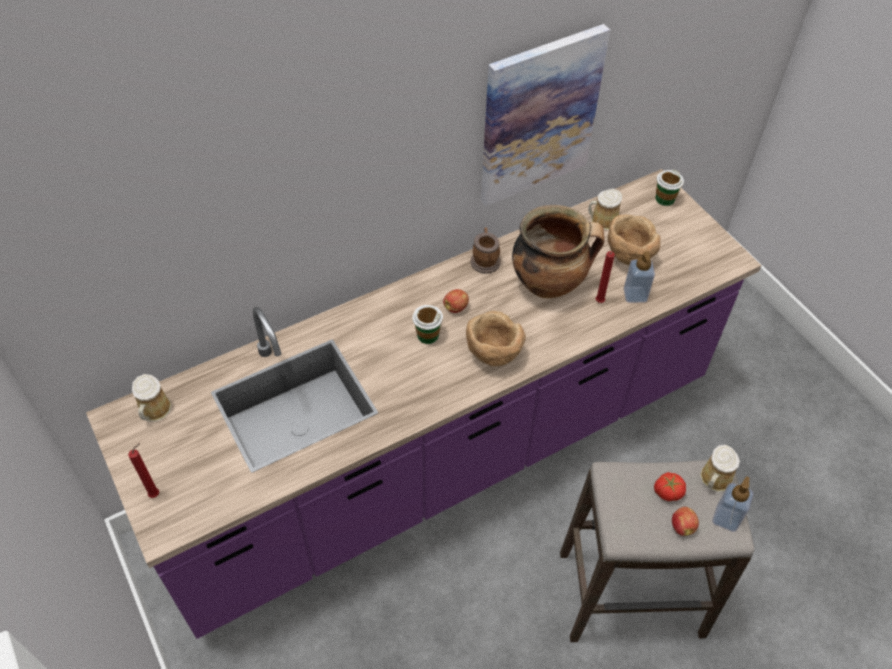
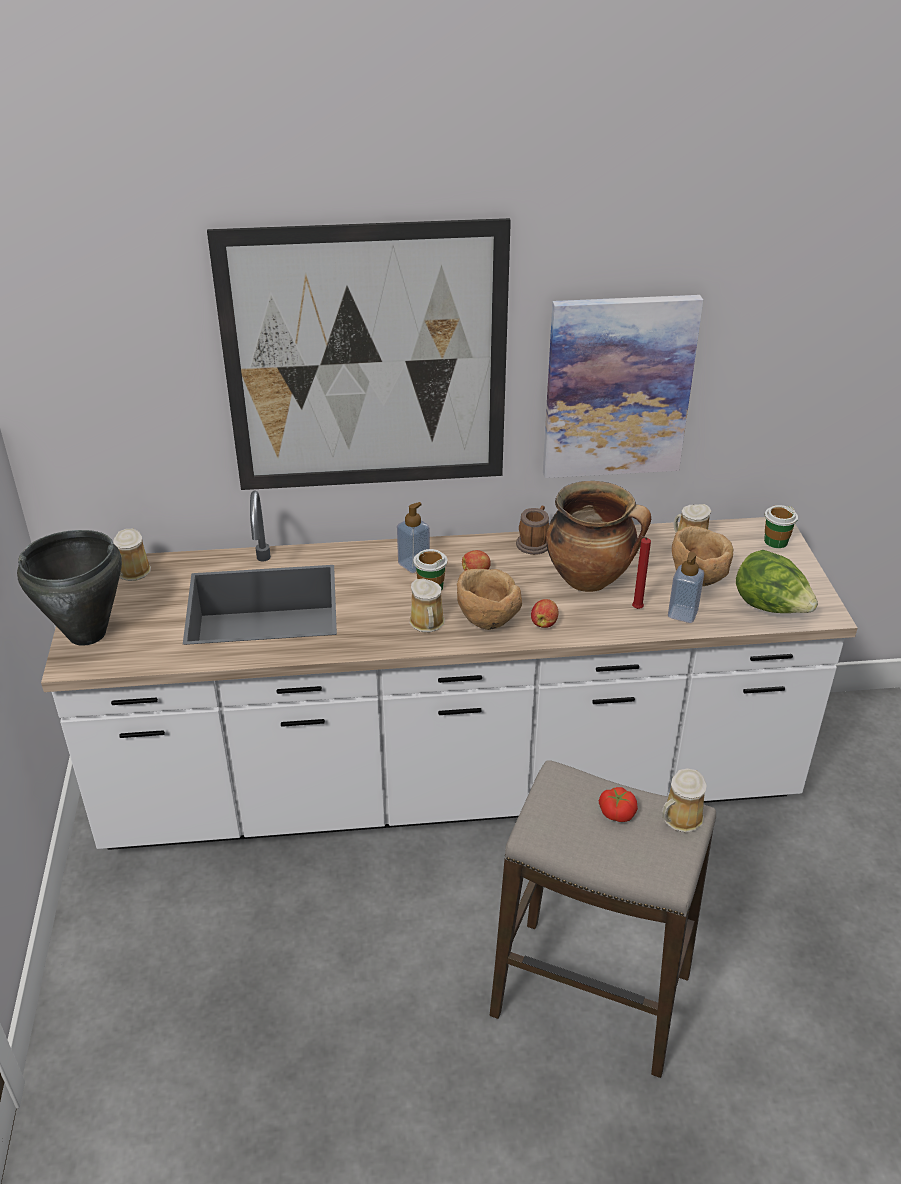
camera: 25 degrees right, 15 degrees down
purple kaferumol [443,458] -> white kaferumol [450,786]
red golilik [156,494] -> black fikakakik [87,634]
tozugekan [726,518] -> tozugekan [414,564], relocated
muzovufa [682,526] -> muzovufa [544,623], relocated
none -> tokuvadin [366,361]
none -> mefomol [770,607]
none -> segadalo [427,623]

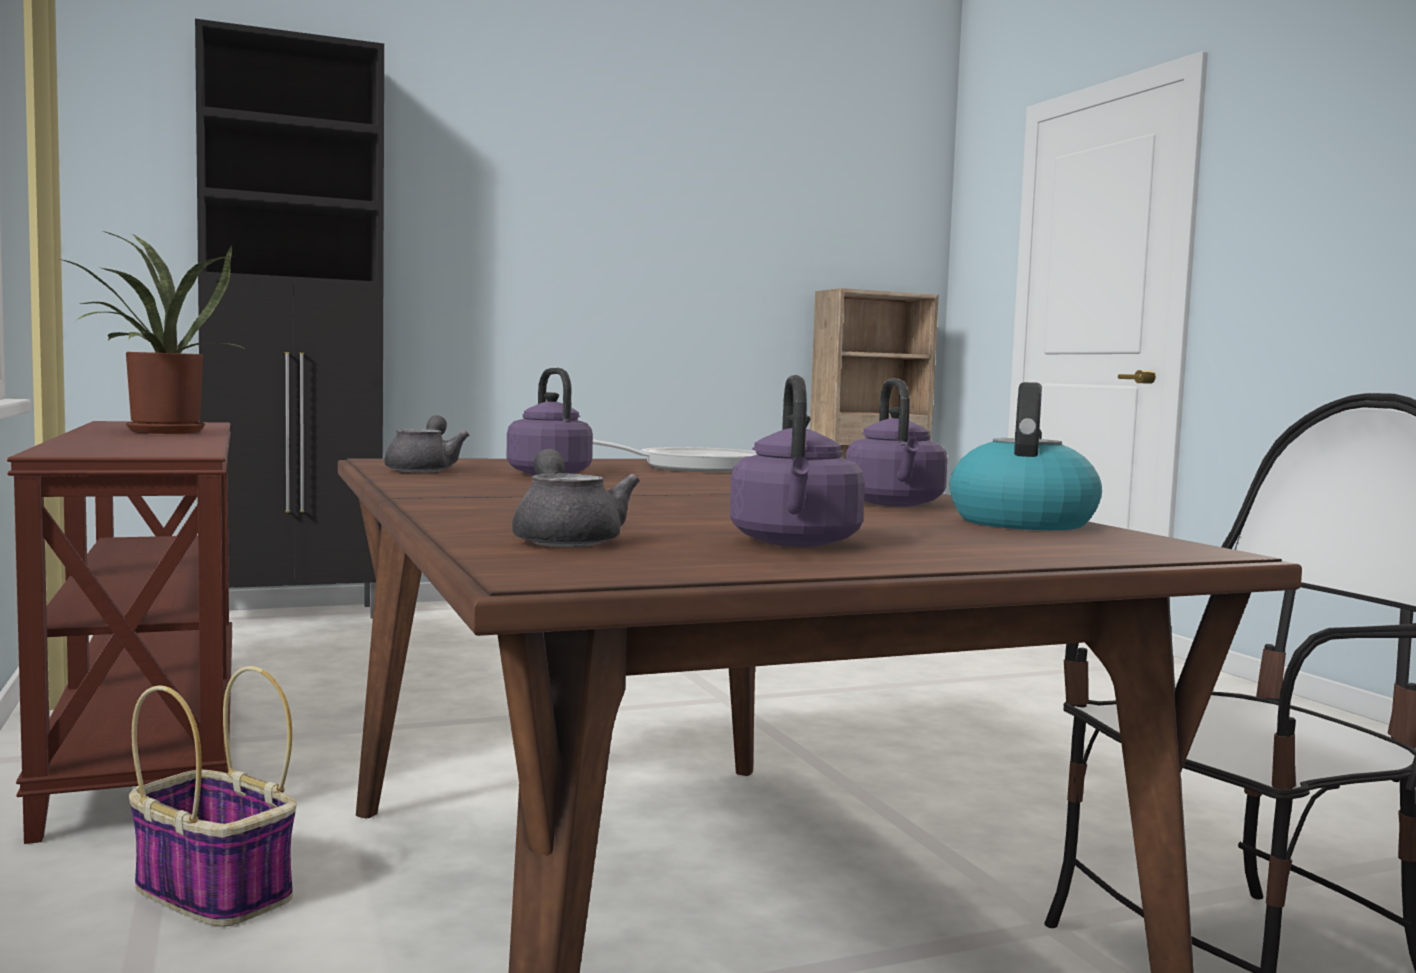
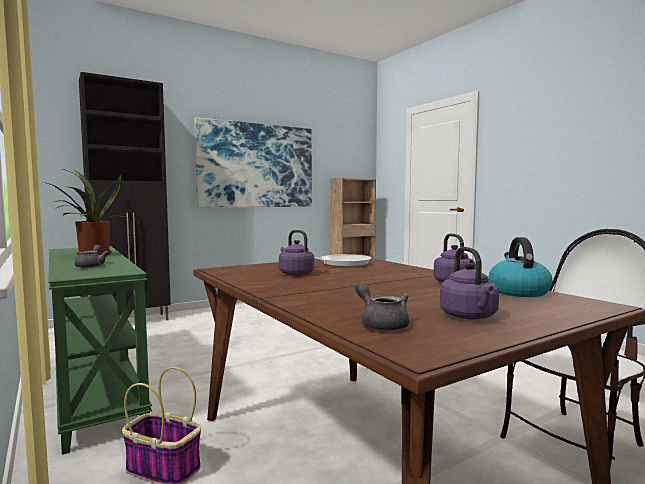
camera: 10 degrees left, 0 degrees up
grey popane [424,469] -> grey popane [92,266], relocated
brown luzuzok [146,732] -> green luzuzok [93,387]
none -> tokuvadin [256,165]

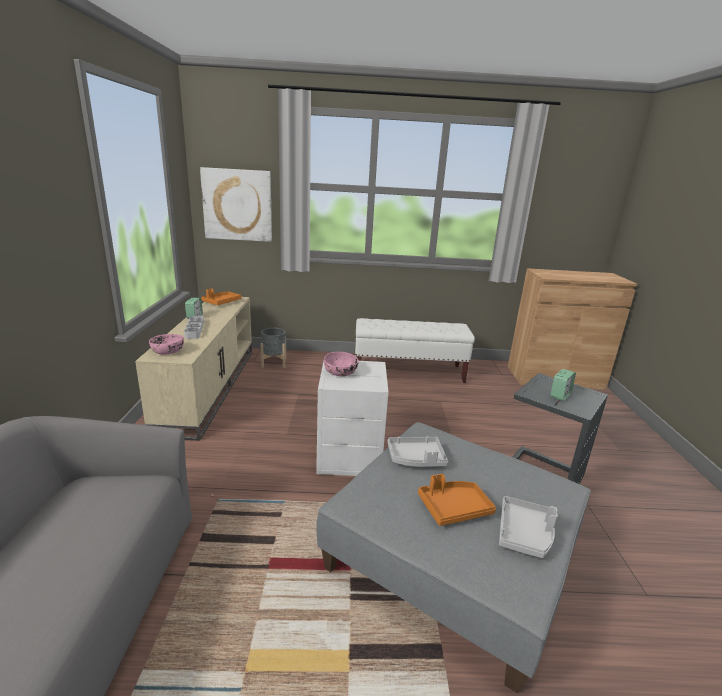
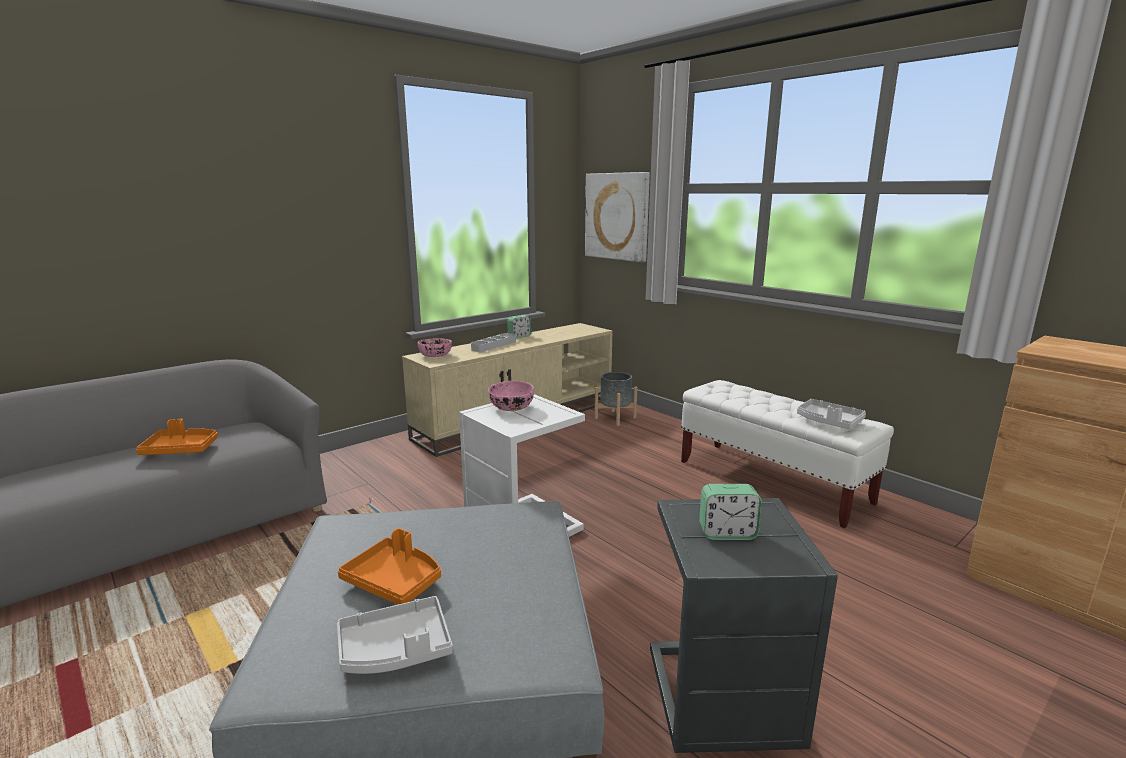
camera: 50 degrees right, 5 degrees down
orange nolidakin [221,302] -> orange nolidakin [181,449], relocated
grey nolidakin [416,458] -> grey nolidakin [828,422], relocated

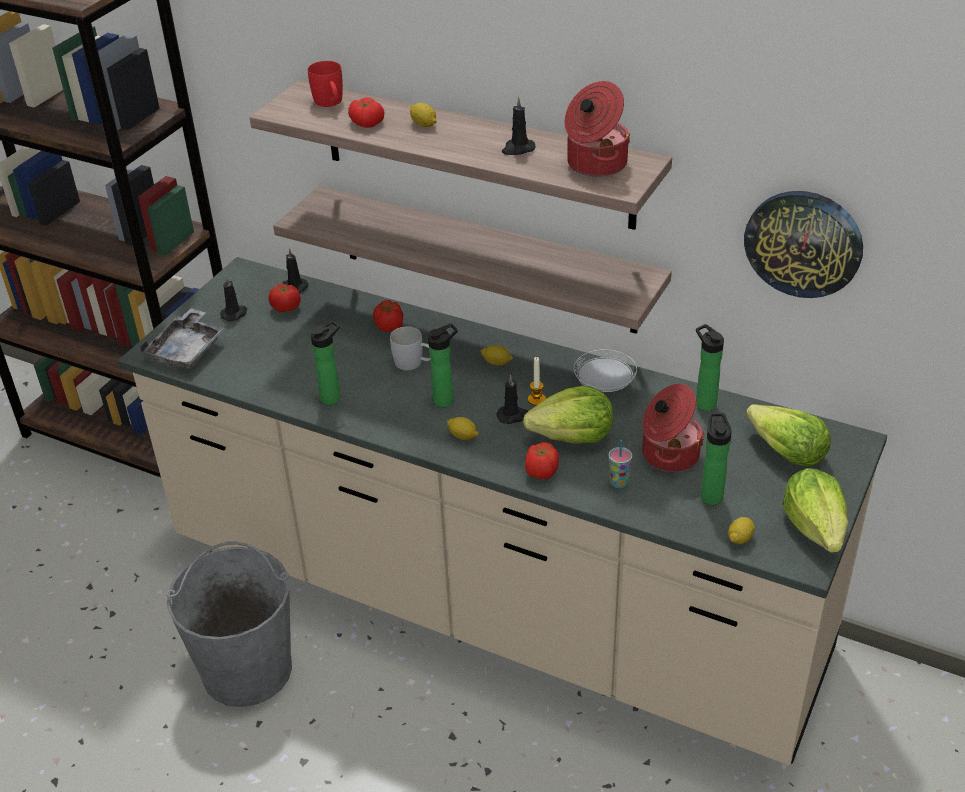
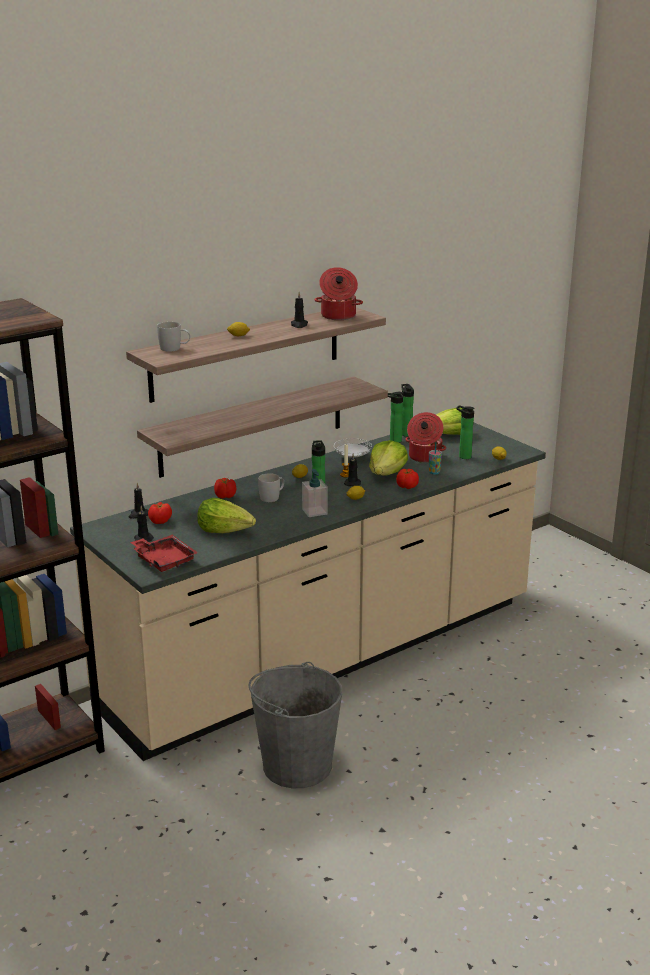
camera: 65 degrees left, 15 degrees down
red segadalo [330,103] -> white segadalo [174,348]
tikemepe [366,122] -> none
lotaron [803,243] -> none
grey nolidakin [187,350] -> red nolidakin [164,560]
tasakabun [333,397] -> tasakabun [405,433], relocated
mefomol [816,528] -> mefomol [225,530], relocated
none -> tozugekan [314,512]

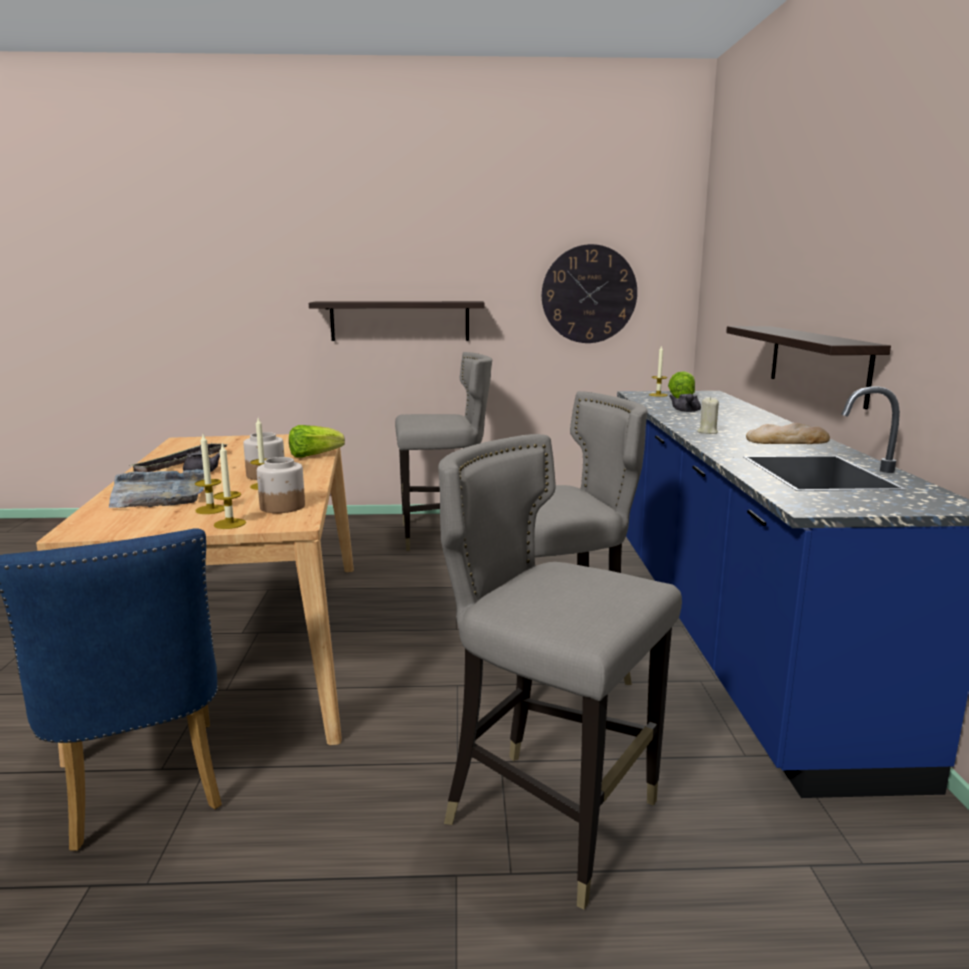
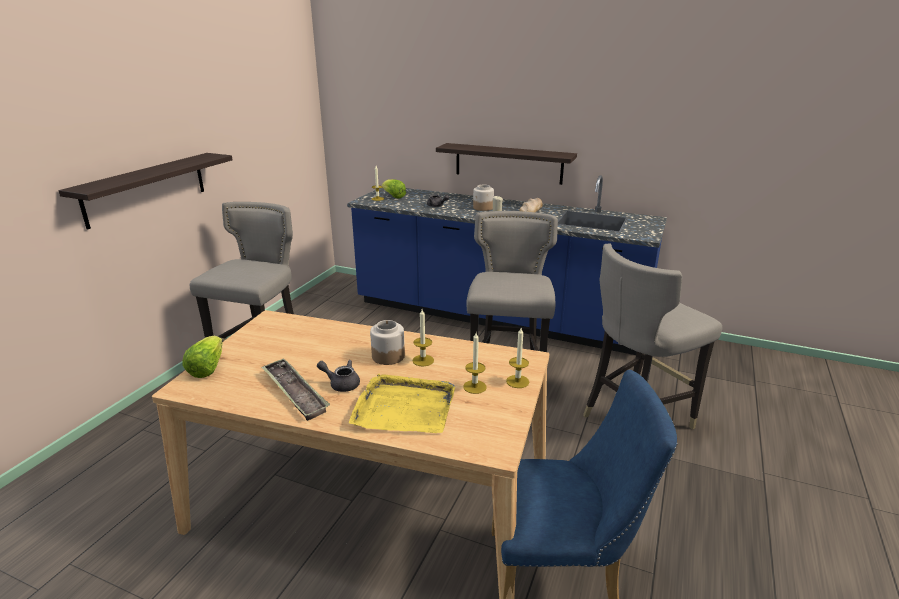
camera: 65 degrees left, 10 degrees up
lotaron [589,294] -> none
mefomol [314,456] -> mefomol [207,368], relocated
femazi [282,507] -> femazi [483,208], relocated
grey nolidakin [160,493] -> yellow nolidakin [404,408]

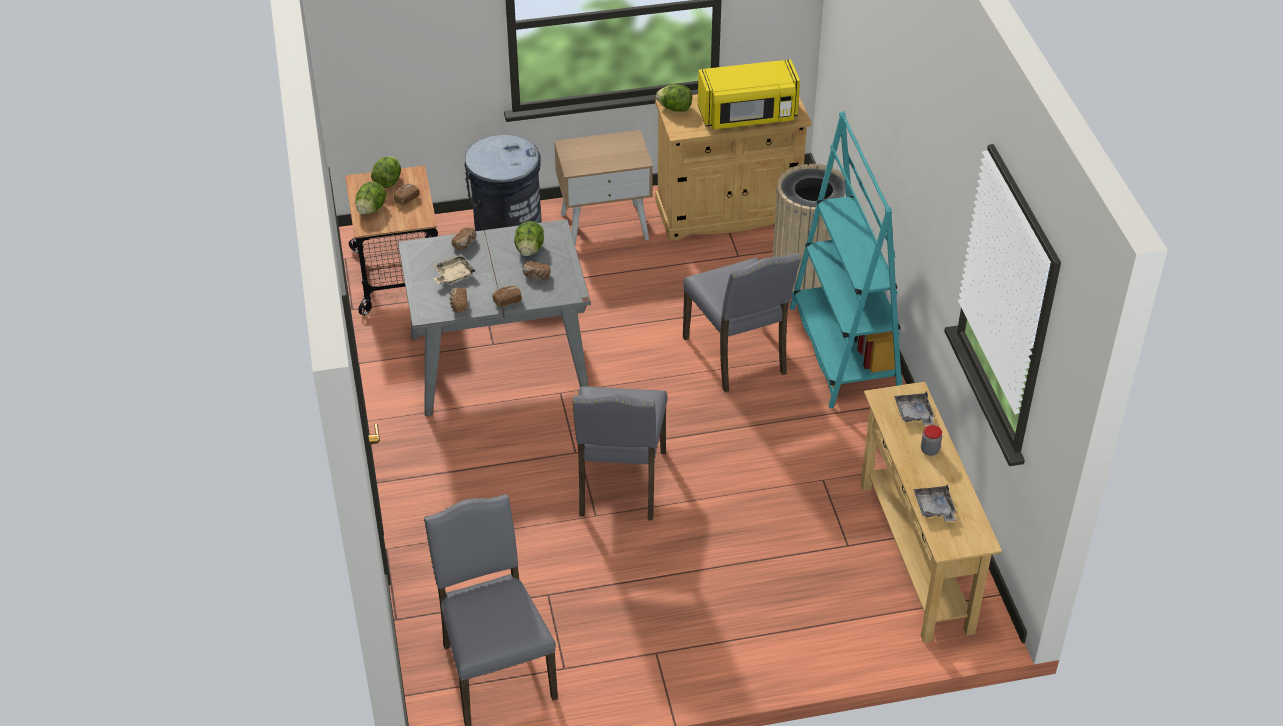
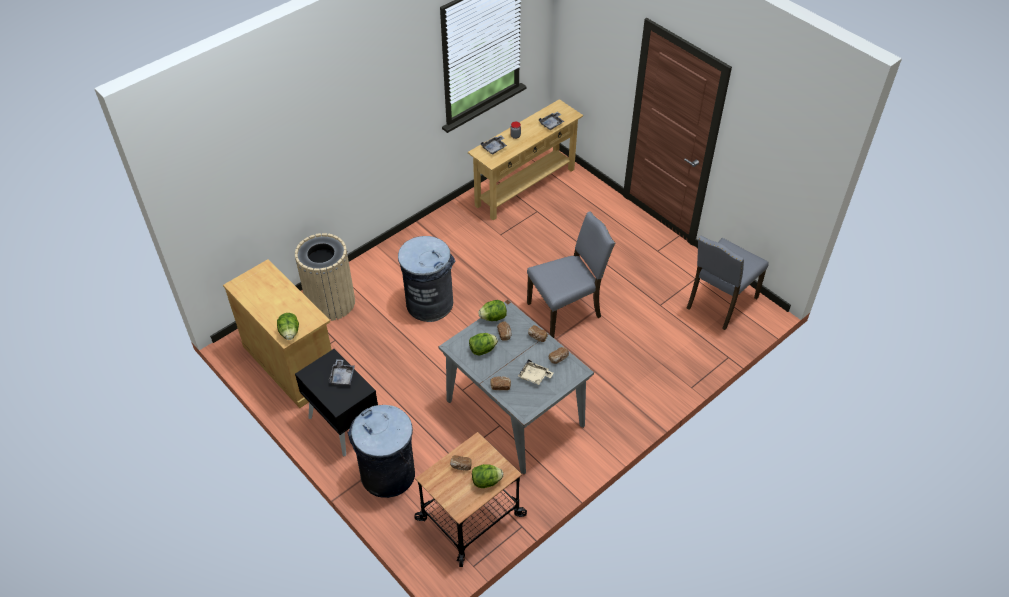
camera: 120 degrees left, 5 degrees up
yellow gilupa [748,116] -> none
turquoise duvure [844,351] -> none
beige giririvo [605,226] -> black giririvo [344,423]
mefomol [388,182] -> mefomol [493,317], relocated
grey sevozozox [738,356] -> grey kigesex [429,303]
none -> grey nolidakin [342,376]

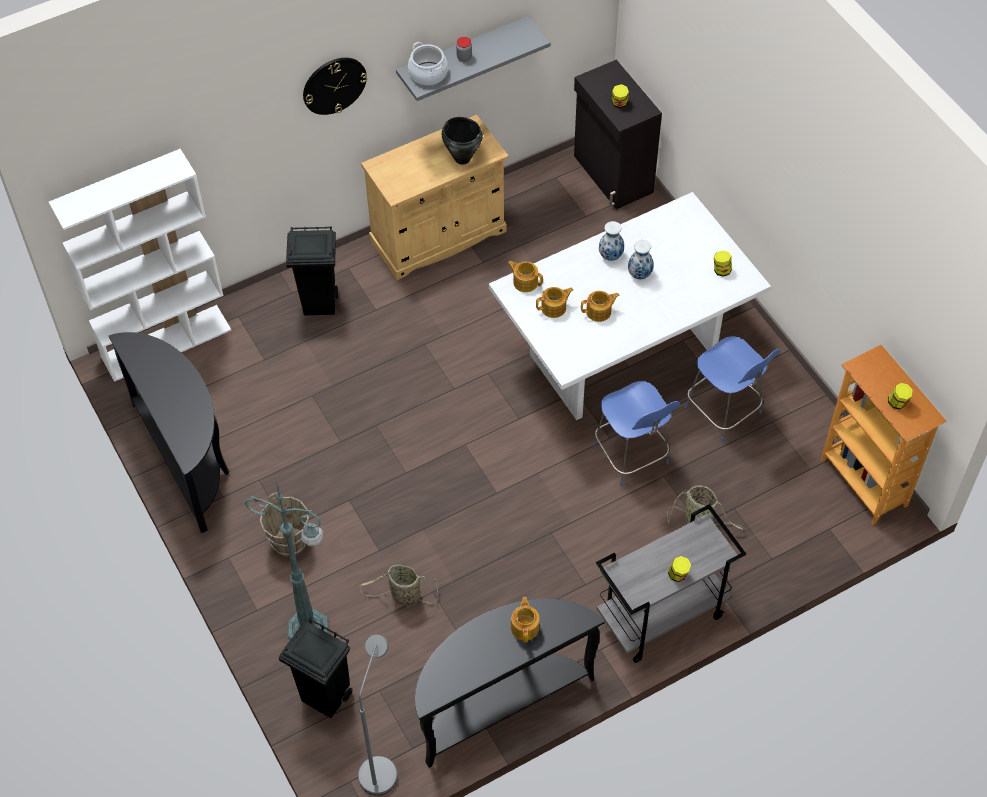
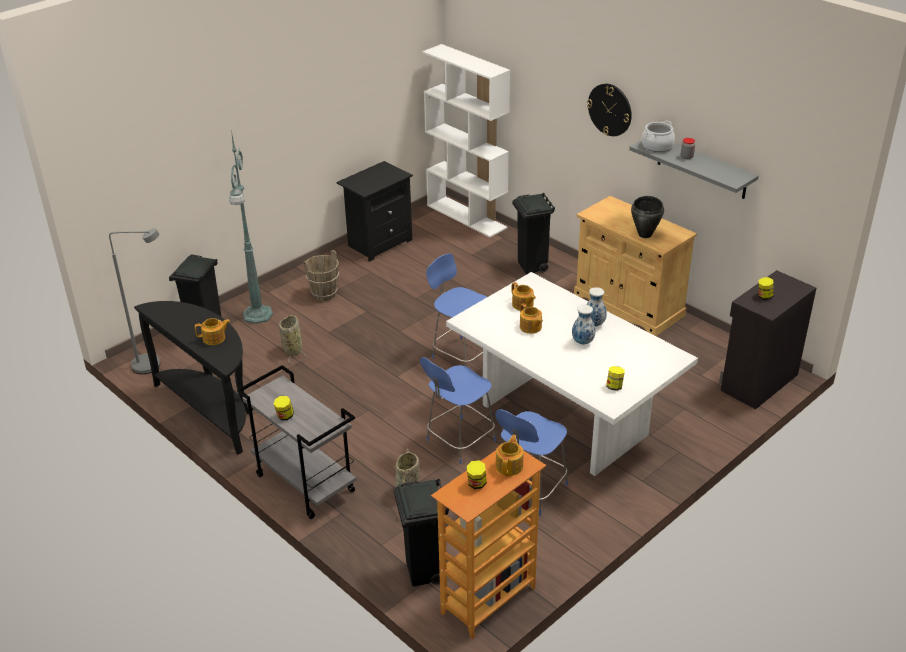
camera: 75 degrees right, 20 degrees down
popane [525,282] -> popane [509,466], relocated
black luzuzok [188,458] -> black giririvo [378,243]
none -> blue sevozozox [461,356]
none -> black kigesex [424,572]

